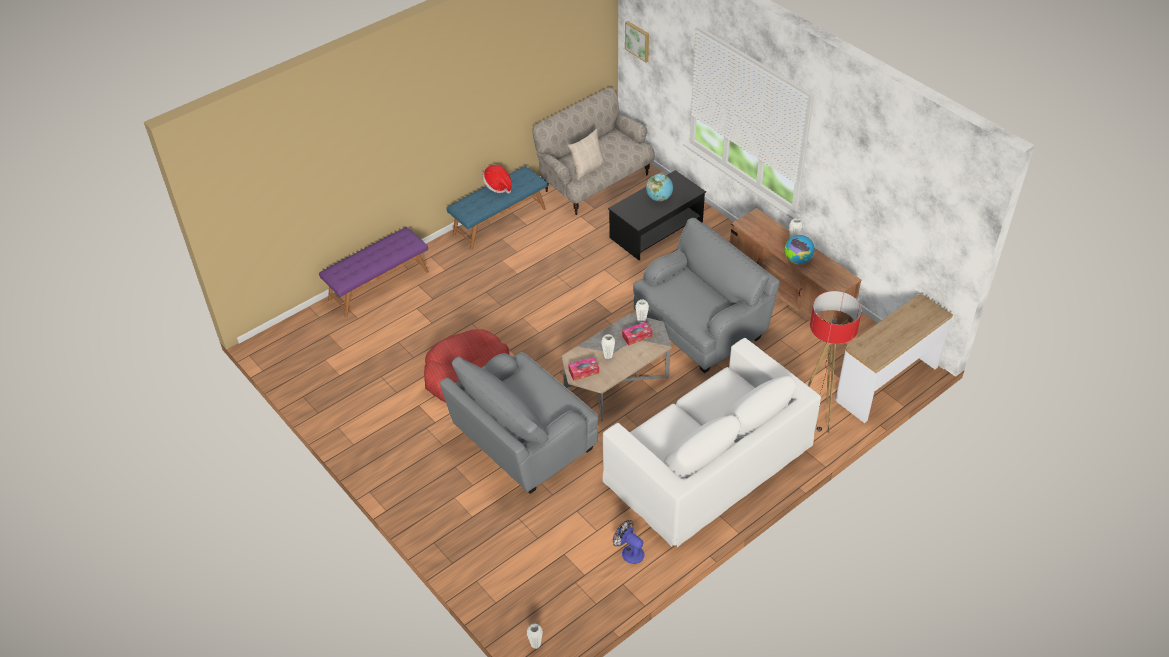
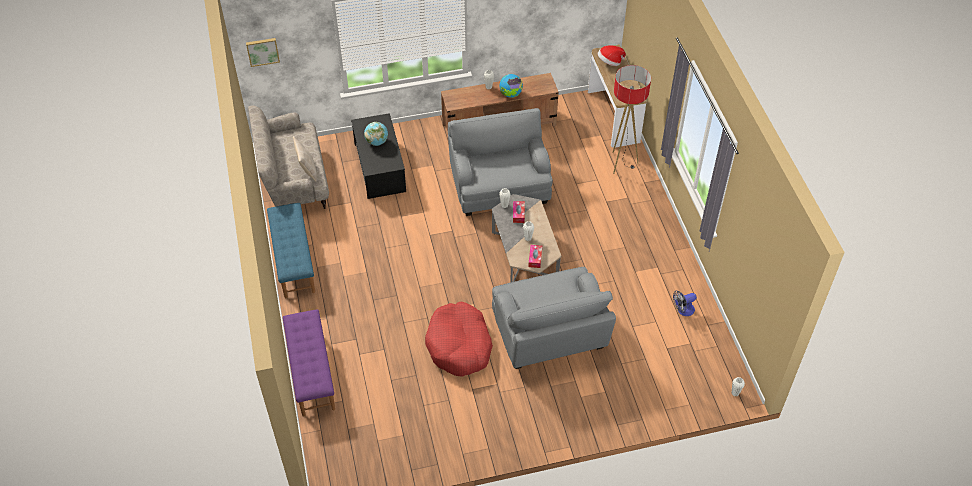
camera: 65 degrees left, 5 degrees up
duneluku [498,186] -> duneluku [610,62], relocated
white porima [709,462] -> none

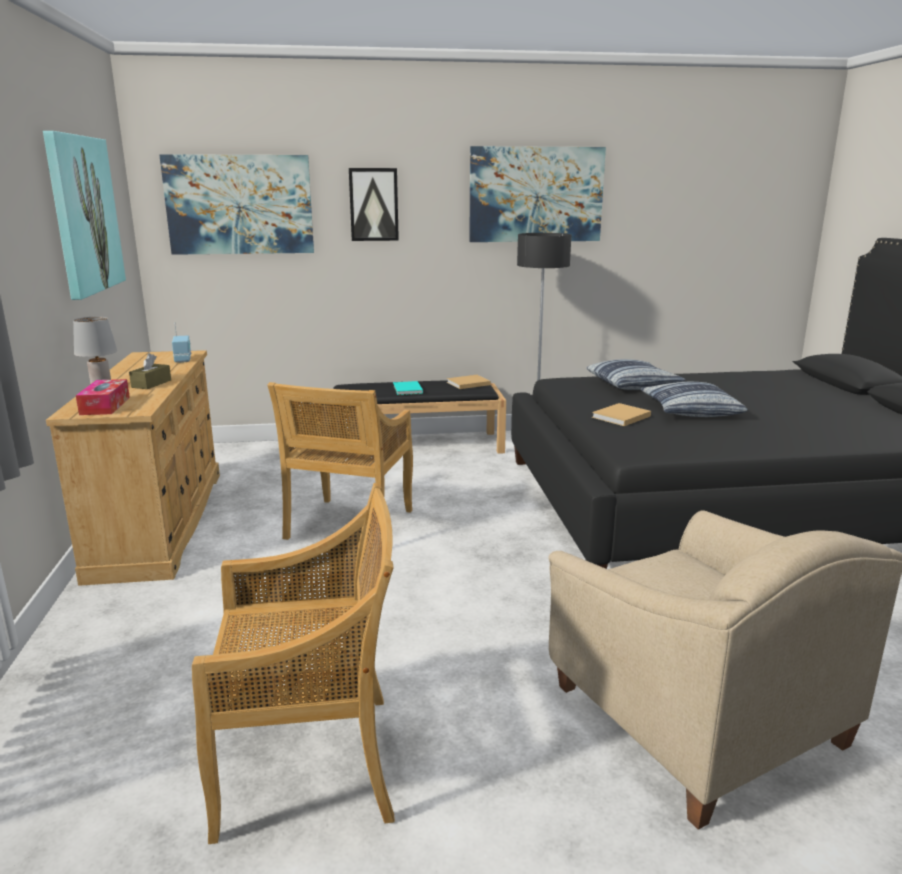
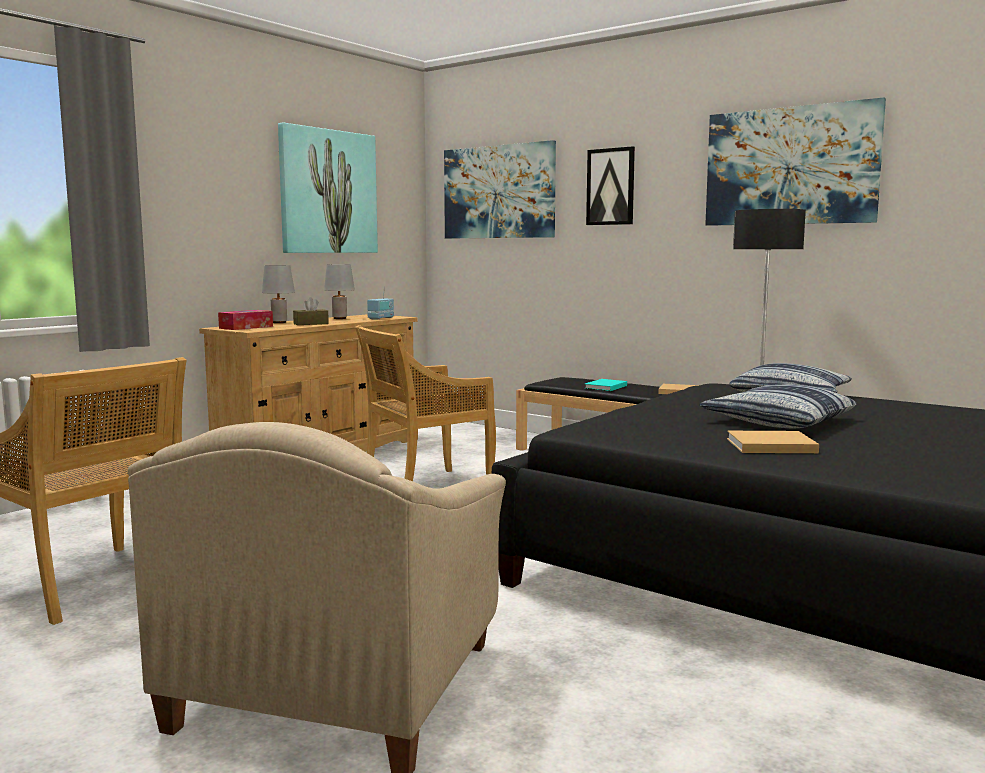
camera: 45 degrees right, 10 degrees down
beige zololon [620,417] -> beige zololon [768,445], relocated
none -> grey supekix [340,318]

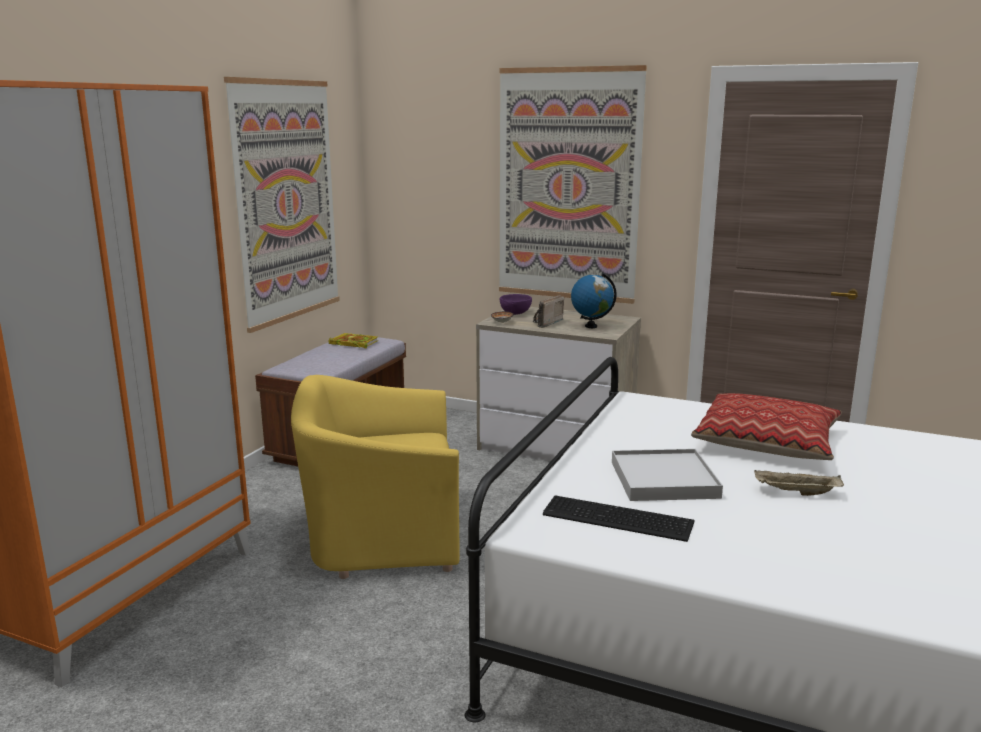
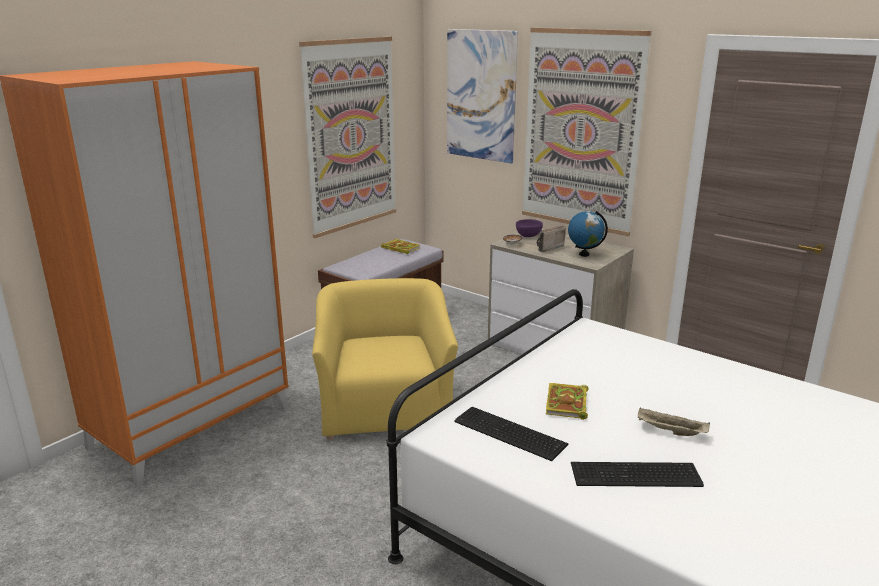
camera: 15 degrees right, 5 degrees up
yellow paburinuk [382,535] -> yellow paburinuk [385,407], 75 degrees clockwise
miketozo [767,442] -> none
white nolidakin [664,480] -> zololon [567,404]
none -> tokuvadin [480,96]
none -> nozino [637,476]

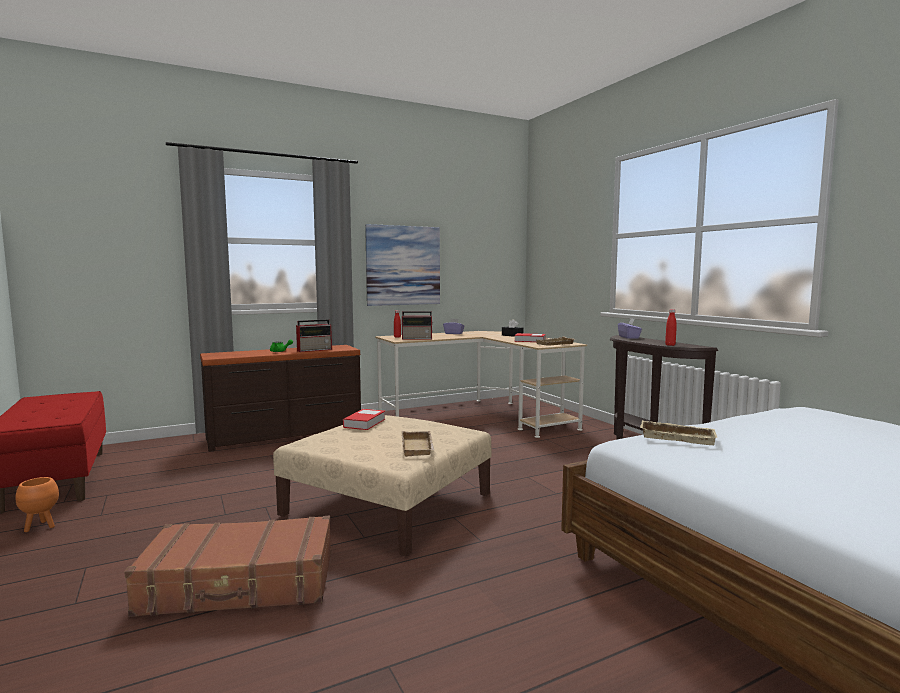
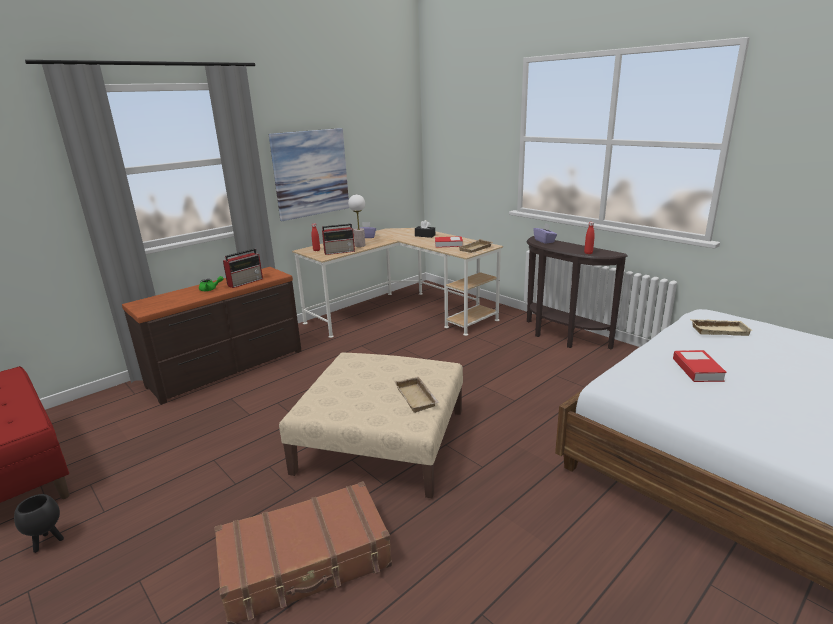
camera: 15 degrees left, 15 degrees up
zololon [364,423] -> zololon [697,370], relocated
beige nolidakin [678,437] -> beige nolidakin [719,330], relocated
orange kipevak [40,527] -> black kipevak [48,542]
none -> supekix [360,245]

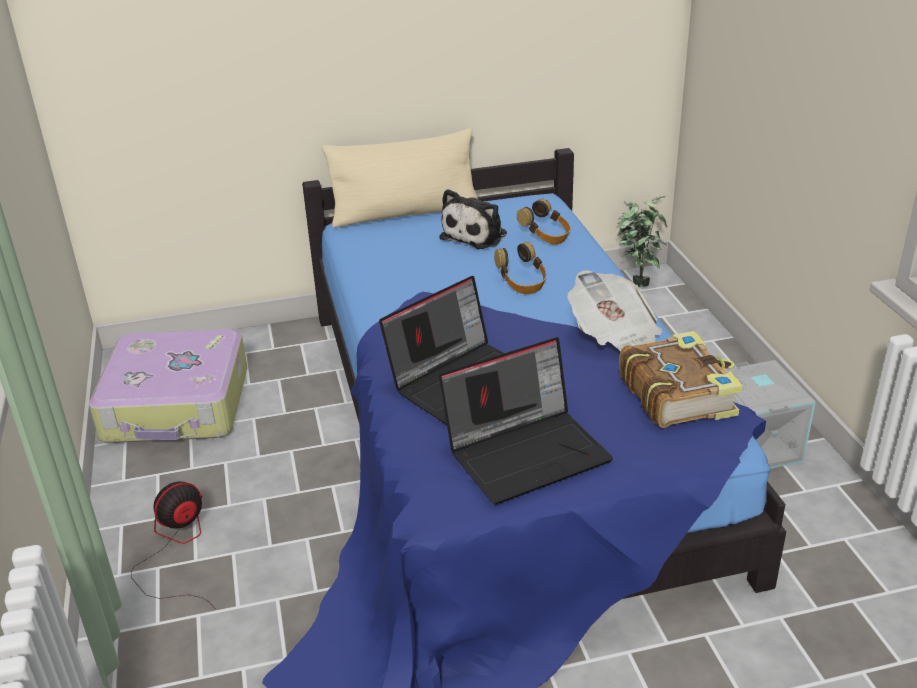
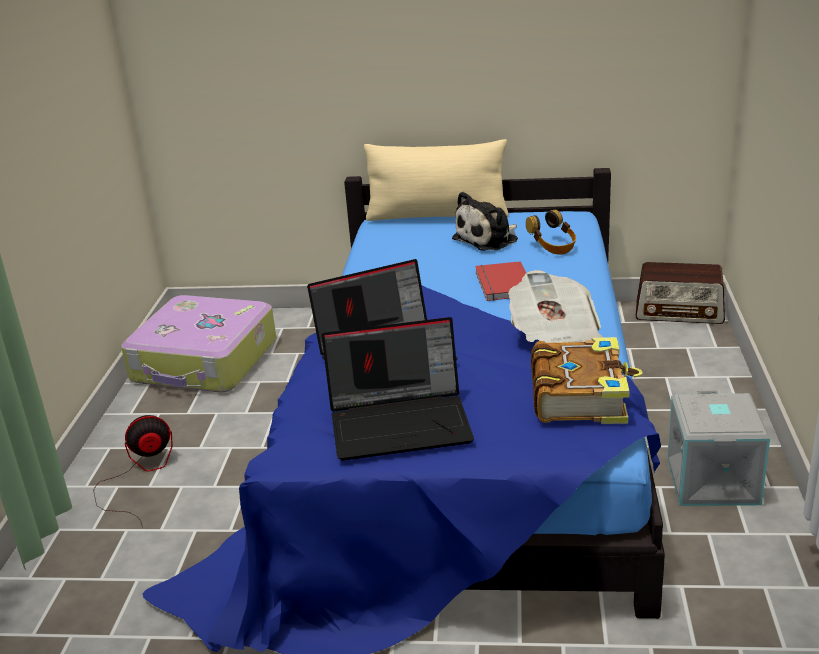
camera: 20 degrees right, 5 degrees down
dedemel [637,280] -> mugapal [680,312]
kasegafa [522,284] -> red zololon [502,284]

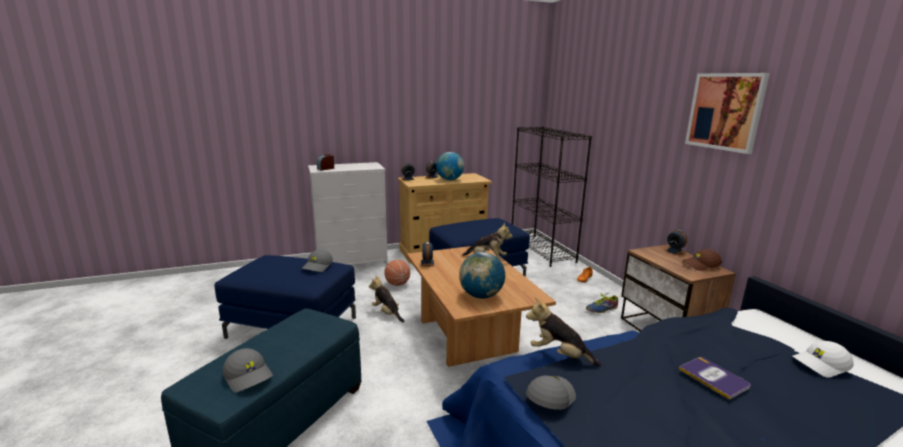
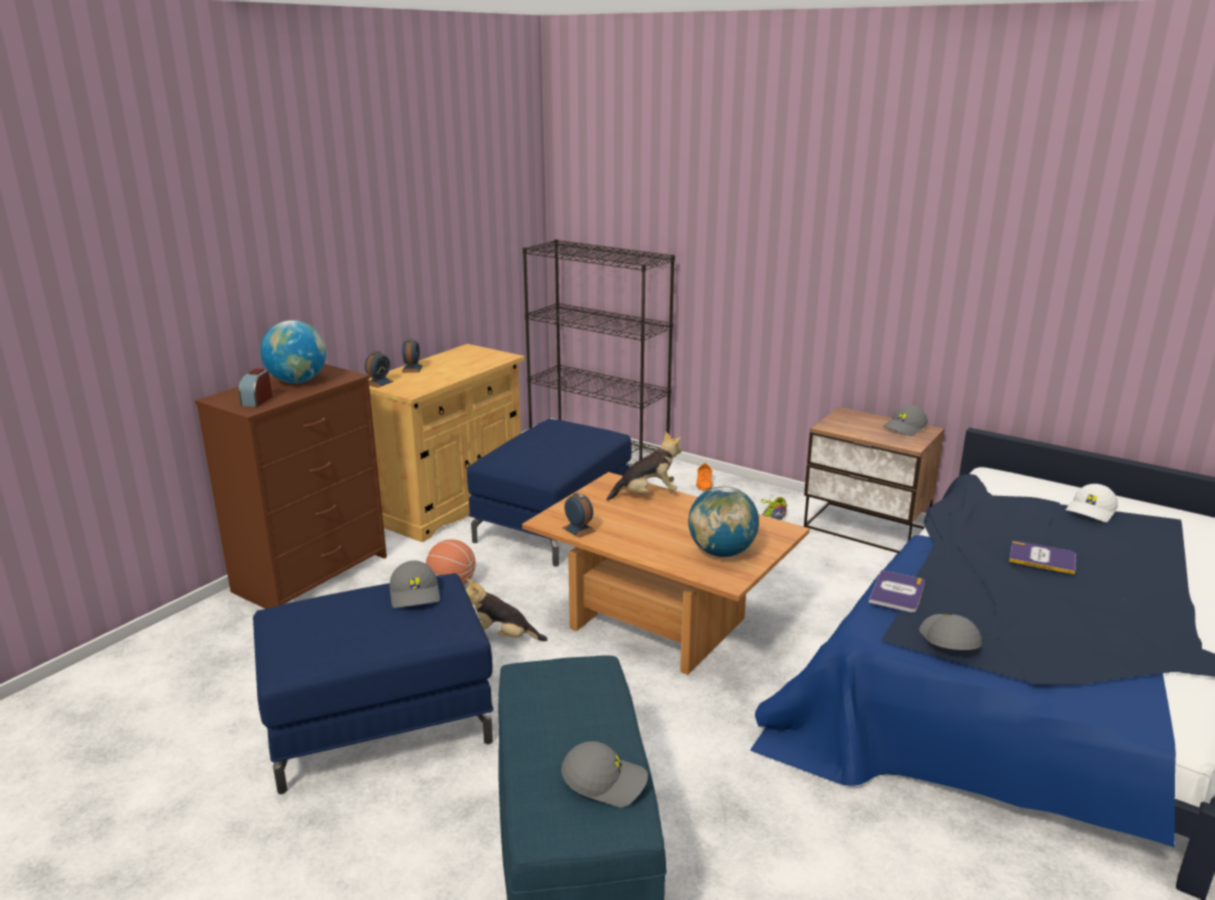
camera: 35 degrees left, 5 degrees up
tokuvadin [725,111] -> none
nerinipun [450,180] -> nerinipun [297,381], relocated
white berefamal [352,262] -> brown berefamal [312,573]
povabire [675,251] -> none
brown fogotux [700,265] -> grey fogotux [905,428]
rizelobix [559,355] -> zololon [897,592]

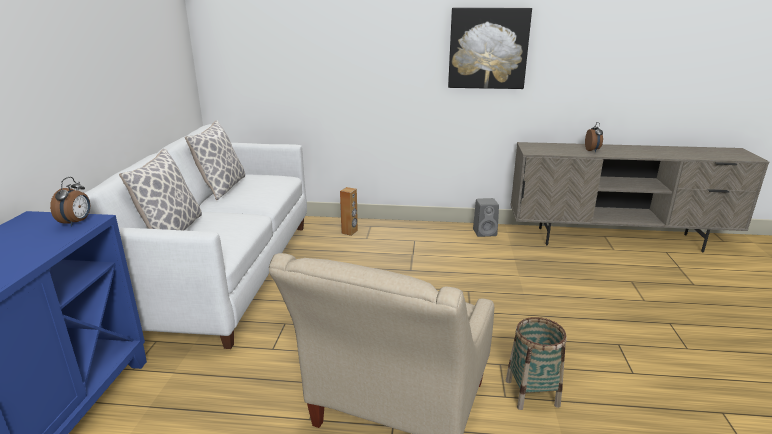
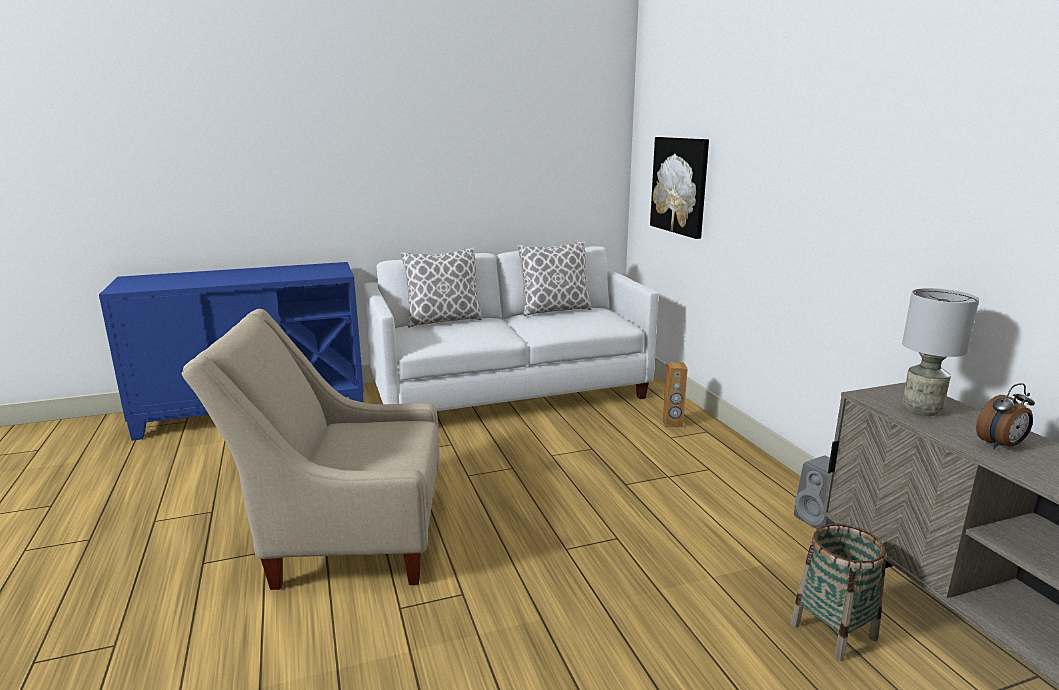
camera: 65 degrees right, 5 degrees down
tokuvadin [488,48] -> tokuvadin [680,185], relocated
povabire [77,222] -> none
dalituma [532,393] -> dalituma [833,631], relocated
none -> grey supekix [922,410]

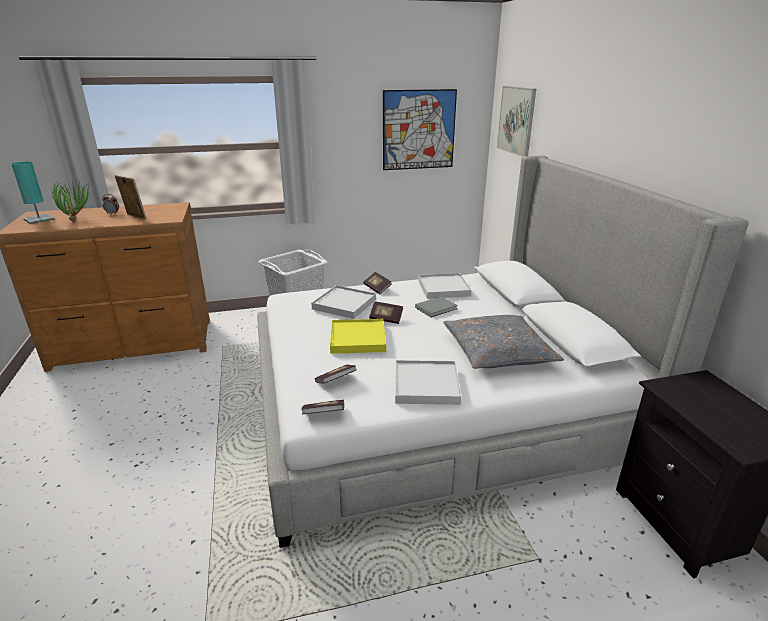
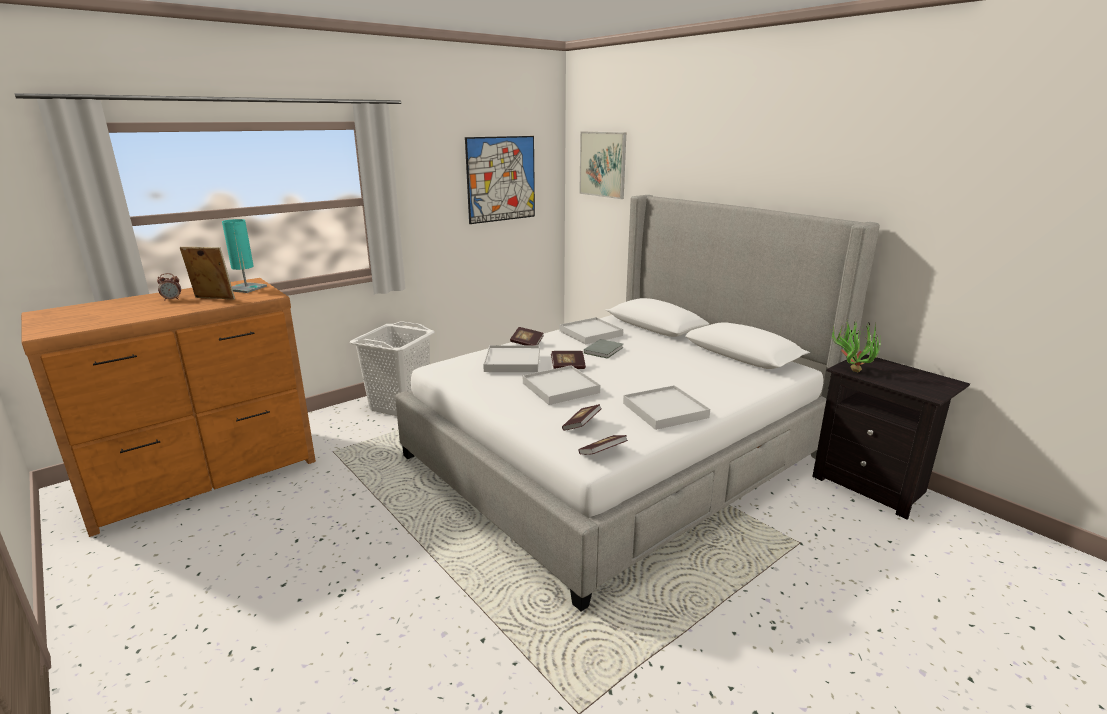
camera: 25 degrees left, 5 degrees down
turquoise supekix [39,219] -> turquoise supekix [246,288], relocated
dedemel [76,219] -> dedemel [851,369], relocated
grey miketozo [498,352] -> none
yellow nolidakin [358,339] -> white nolidakin [561,388]

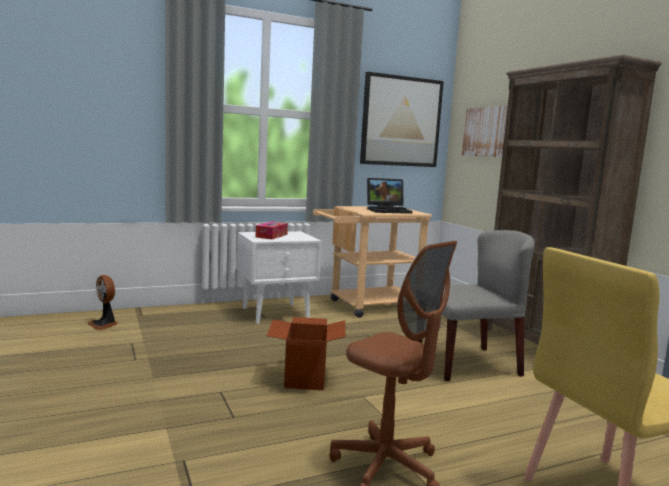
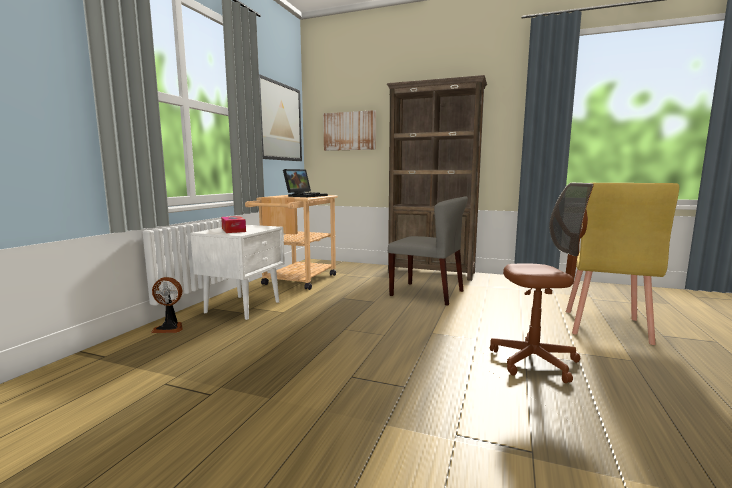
camera: 45 degrees left, 0 degrees up
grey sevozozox [467,363] -> grey sevozozox [427,293], 90 degrees clockwise
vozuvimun [104,324] -> vozuvimun [170,328], relocated
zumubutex [305,378] -> none

